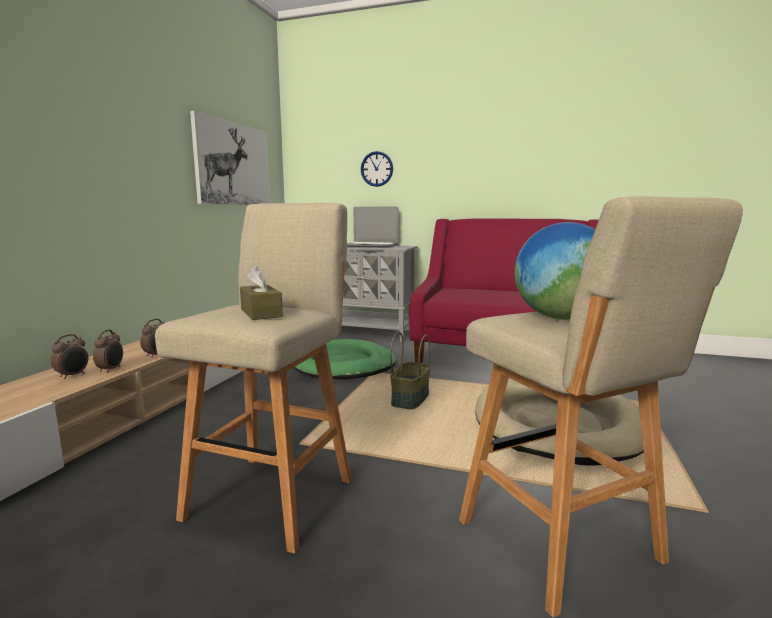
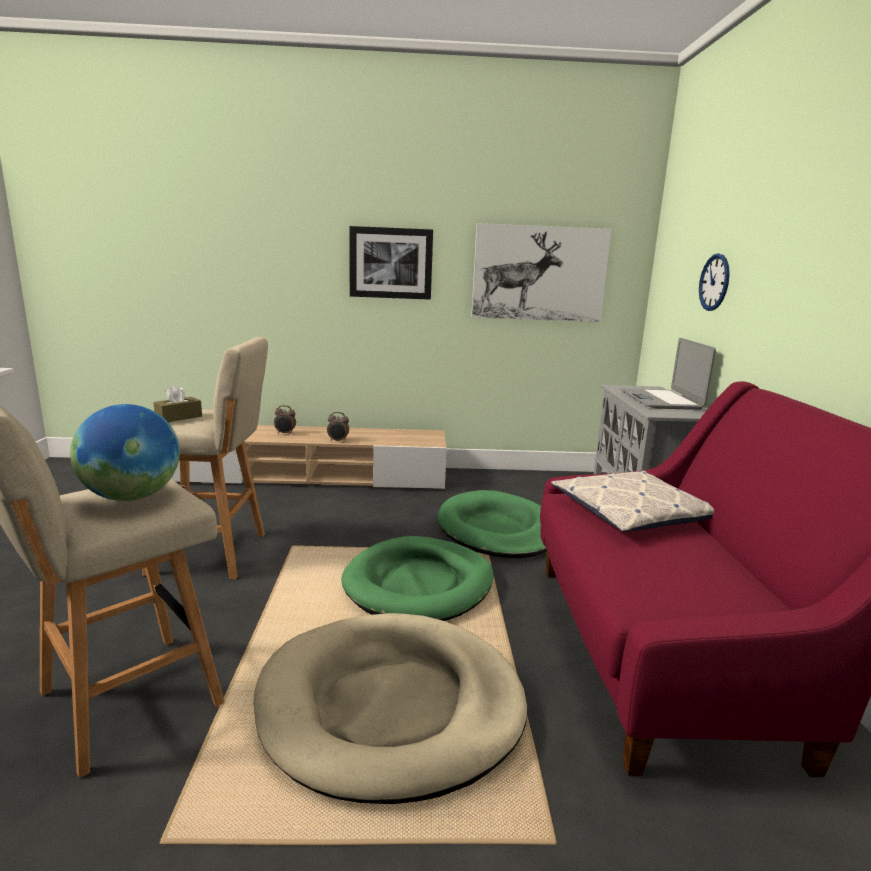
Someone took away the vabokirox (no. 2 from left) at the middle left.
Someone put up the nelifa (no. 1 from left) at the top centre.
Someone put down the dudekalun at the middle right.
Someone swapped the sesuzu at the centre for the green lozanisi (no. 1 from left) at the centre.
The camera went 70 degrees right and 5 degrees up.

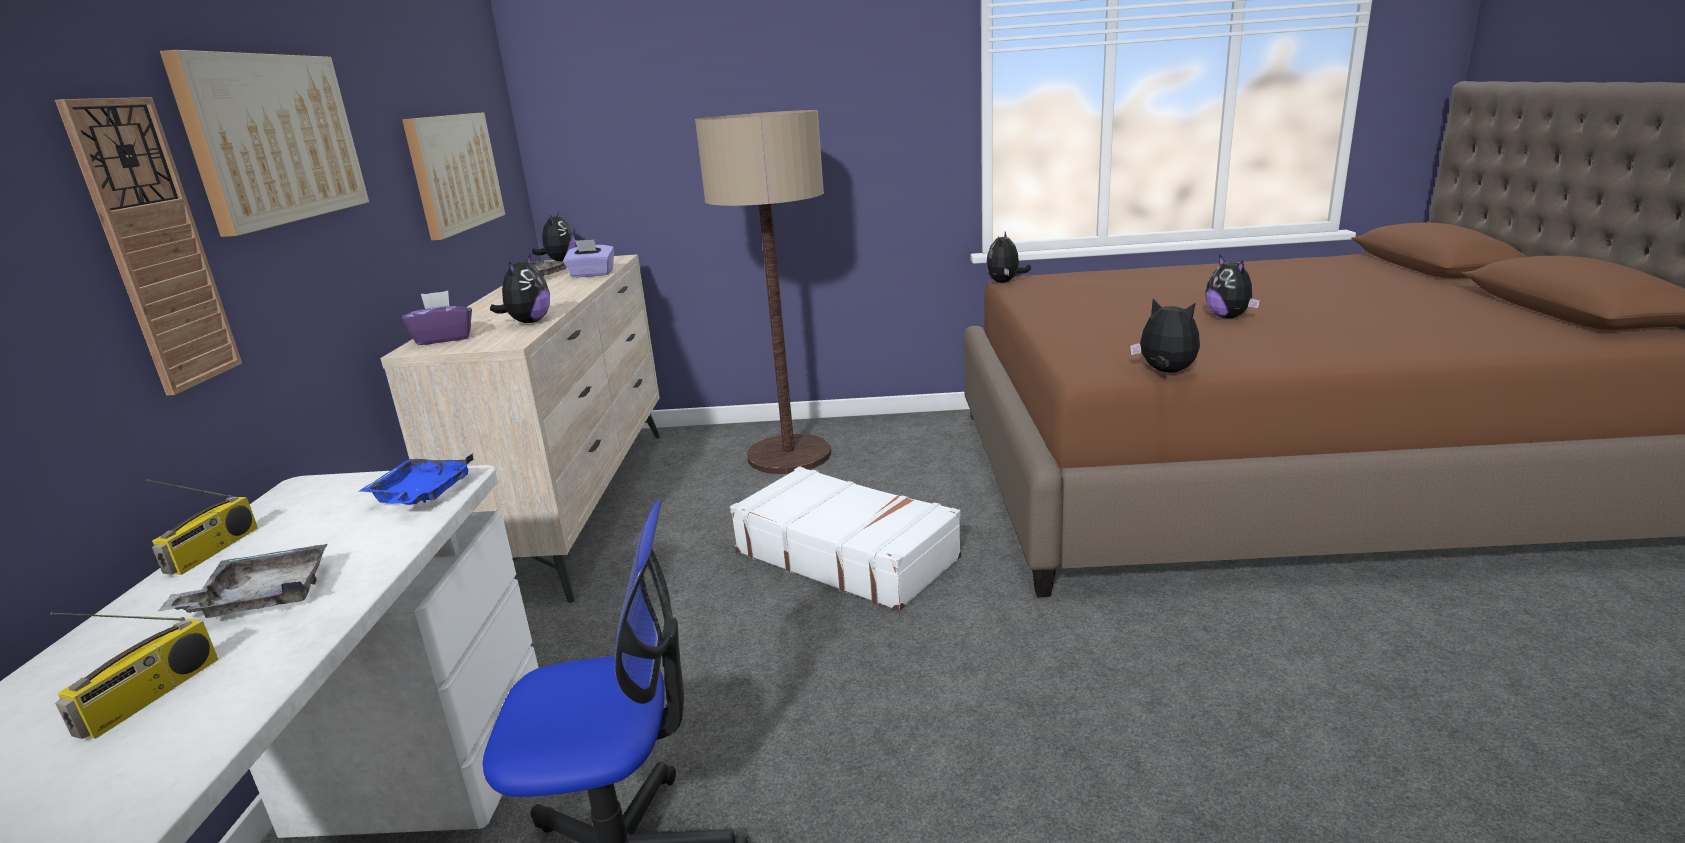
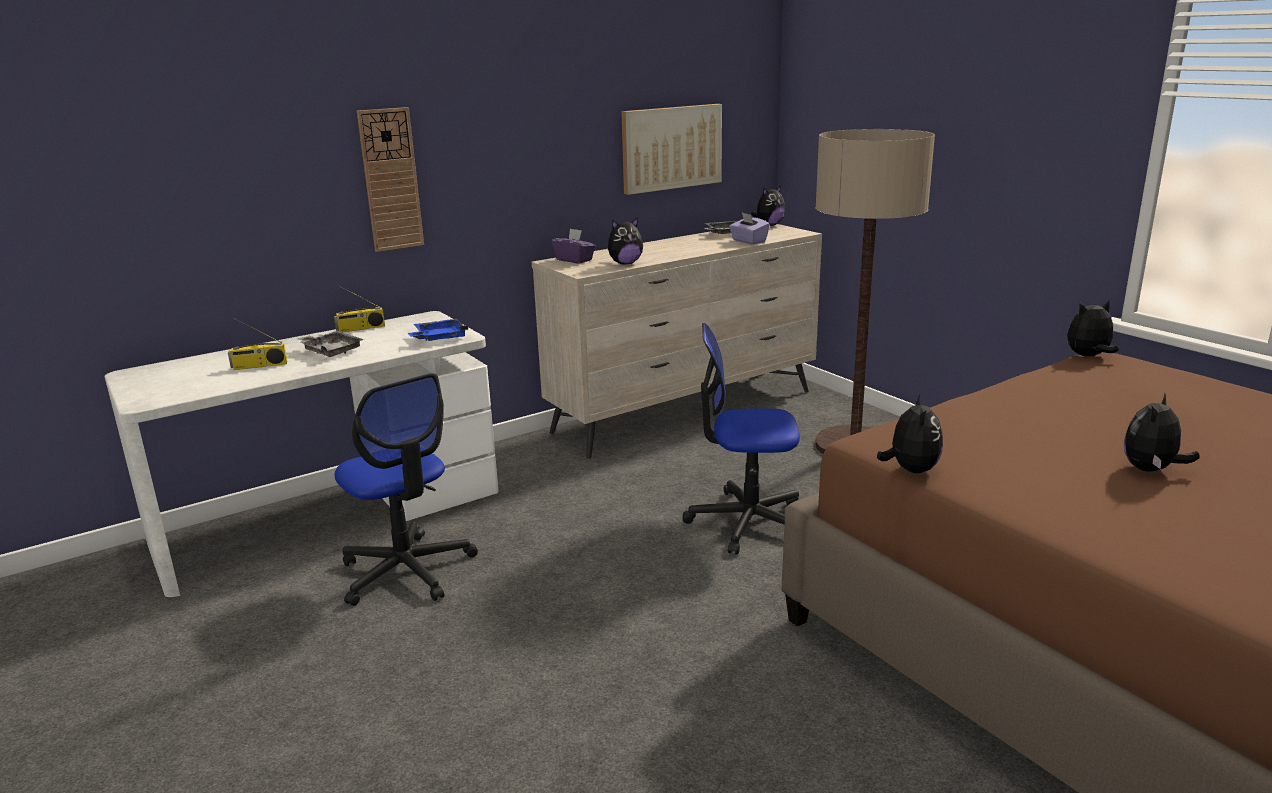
Someone took away the nelifa (no. 1 from left) at the top left.
Someone swapped the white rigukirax at the centre for the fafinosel (no. 2 from left) at the centre.
The camera went 55 degrees right and 0 degrees up.

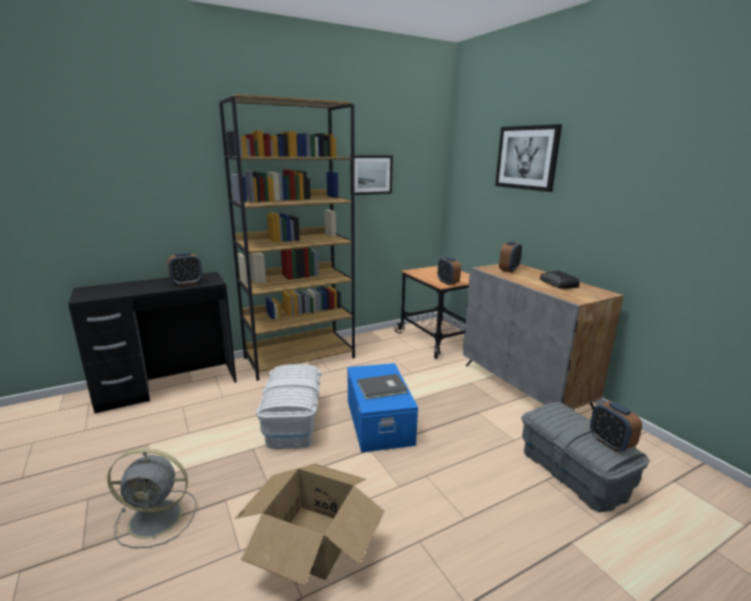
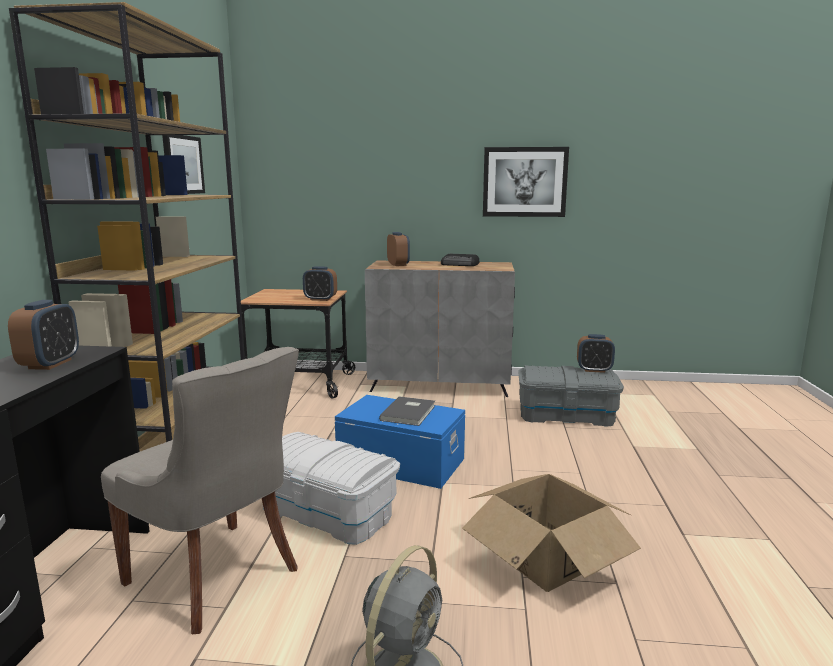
Someone put down the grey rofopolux at the bottom left.
Someone carried the nelifa (no. 2 from left) from the top right to the top centre.
The camera went 55 degrees left and 5 degrees down.

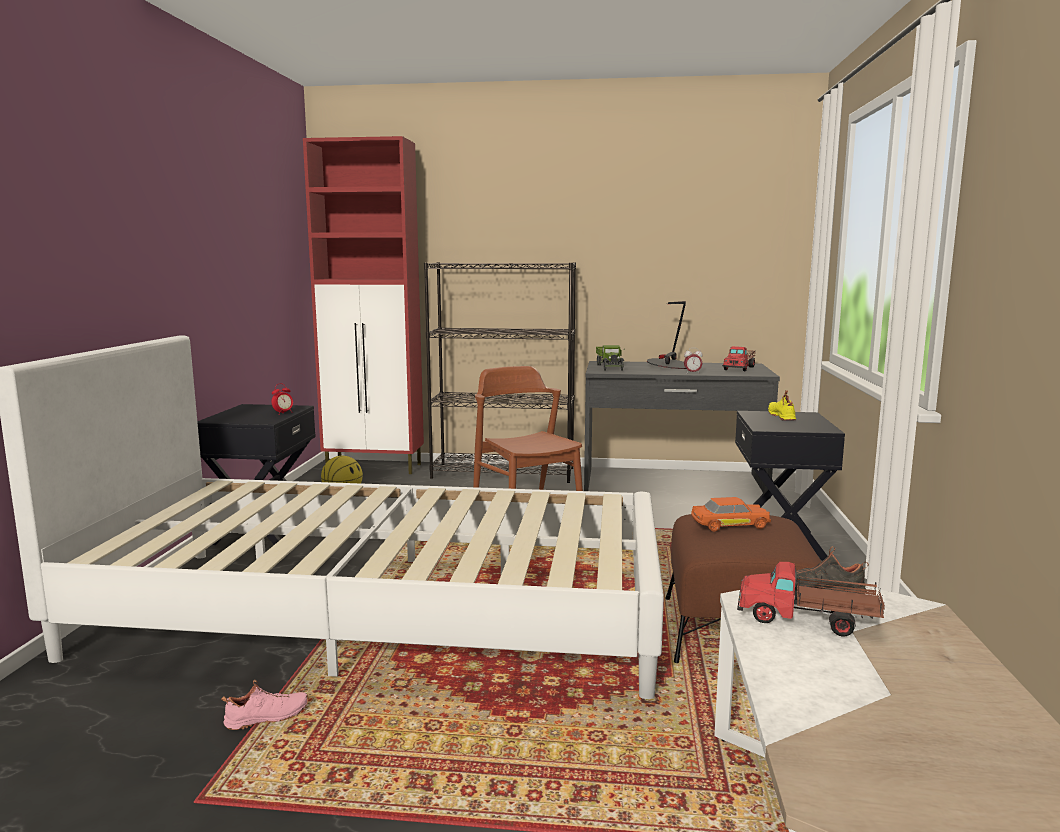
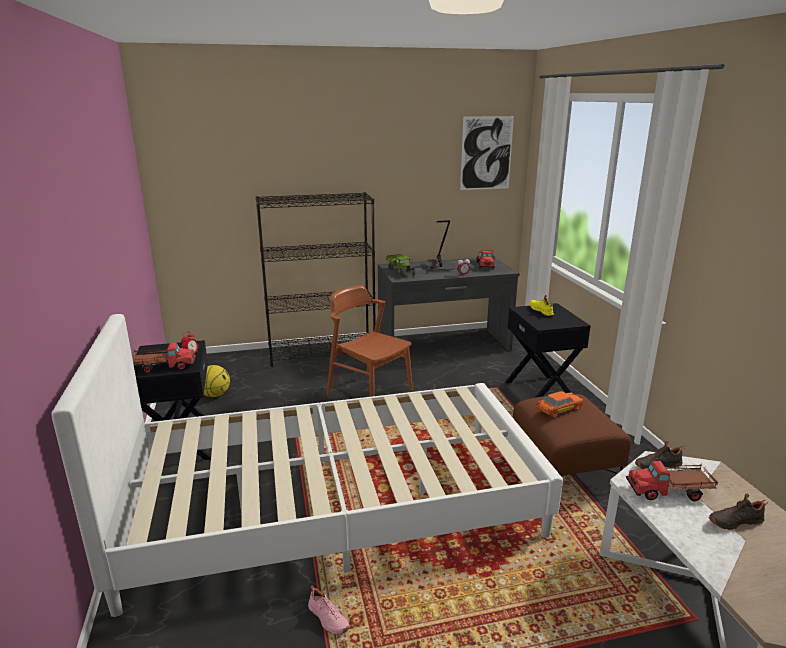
Someone took away the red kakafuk at the centre.
Someone put down the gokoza (no. 1 from left) at the middle left.
Someone put up the nelifa at the top centre.
Someone put down the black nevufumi (no. 2 from left) at the bottom right.
Someone rotated the pink nevufumi at the bottom left by 90 degrees clockwise.
The camera went 20 degrees left and 10 degrees up.

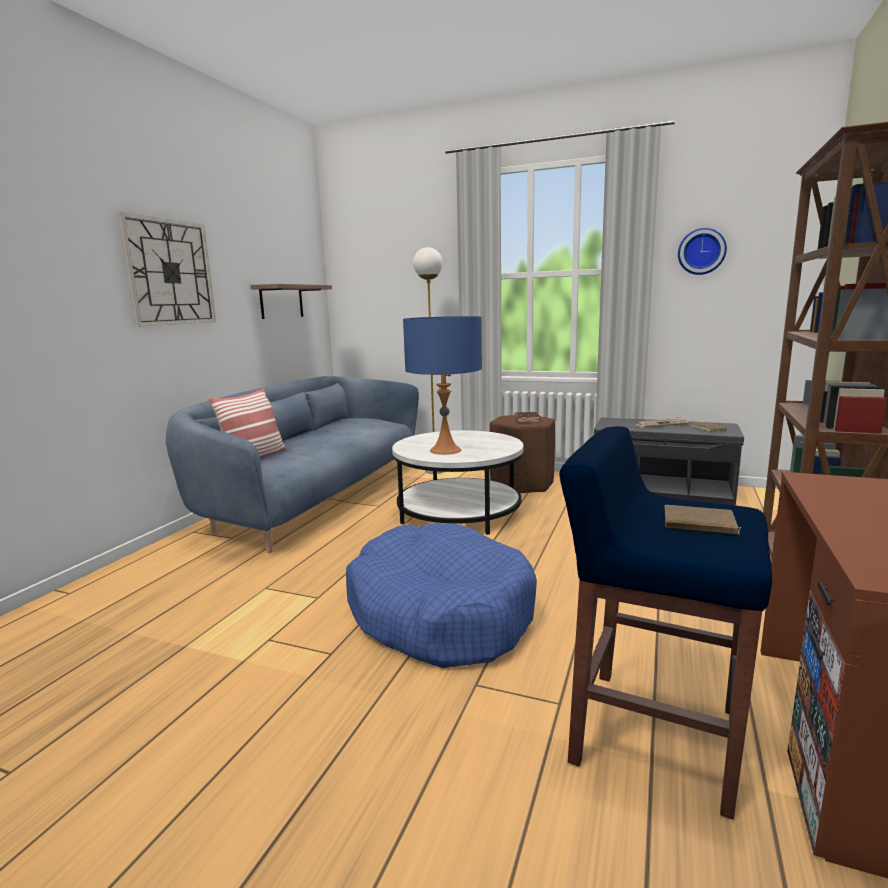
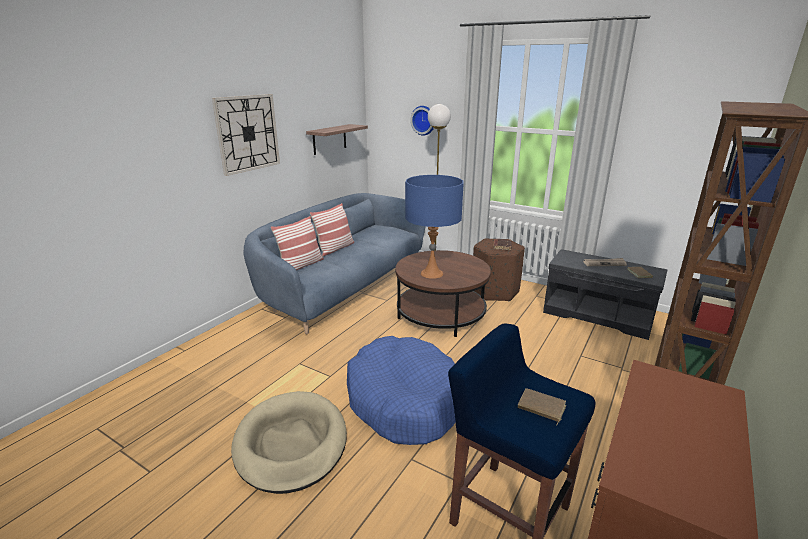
Someone put down the beige lozanisi at the bottom centre.
Someone put down the dudekalun (no. 2 from left) at the centre.
Someone carried the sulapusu (no. 2 from left) from the top right to the top centre.
Someone repainted the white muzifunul at the centre, which became the brown muzifunul at the centre.
The camera went 10 degrees right and 10 degrees up.

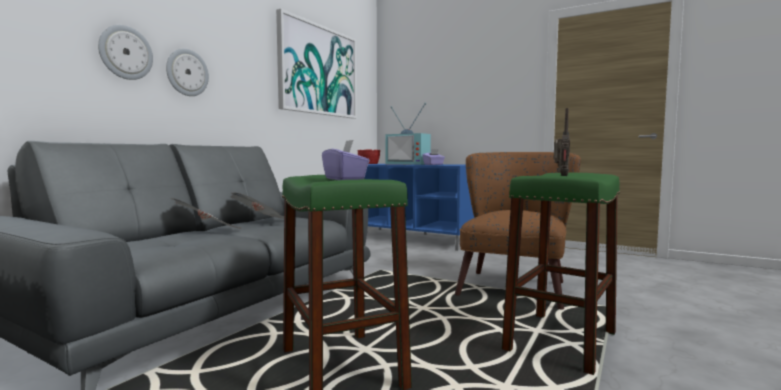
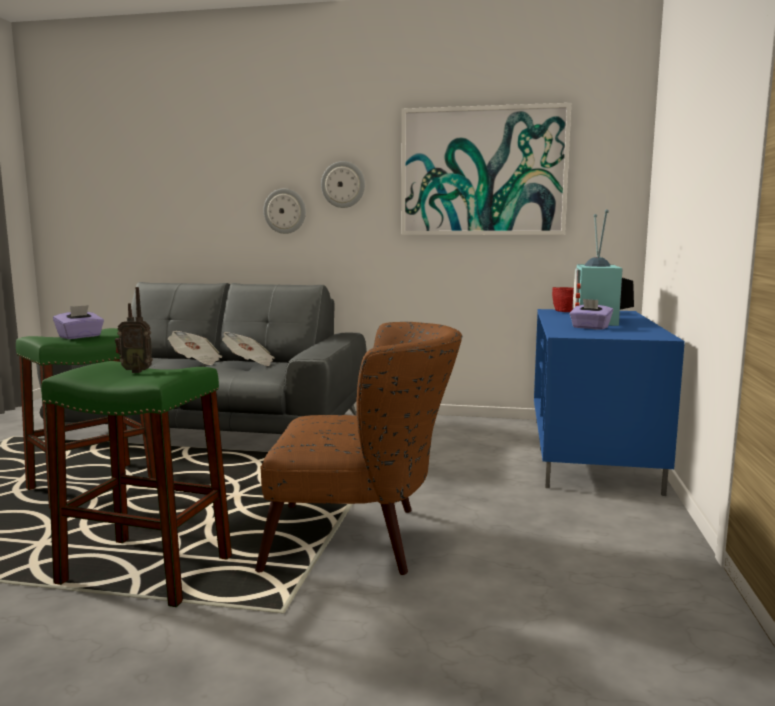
Someone carried the sulapusu (no. 1 from left in the first image) from the top left to the top centre.
The camera went 70 degrees right and 5 degrees up.

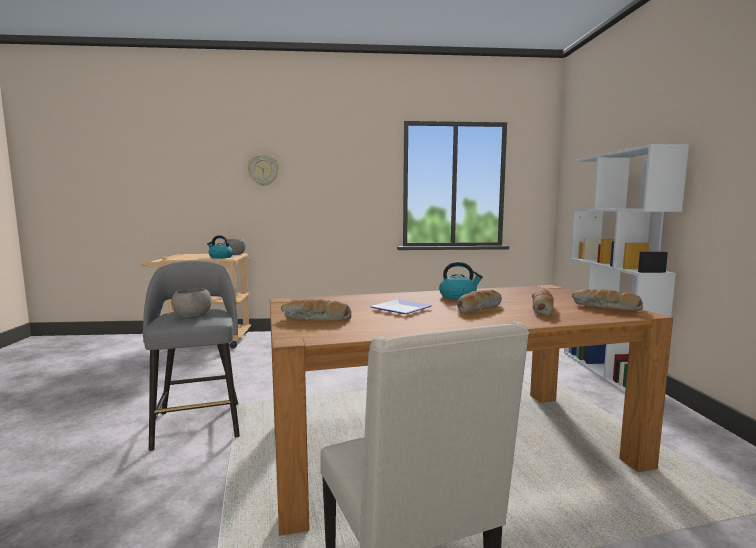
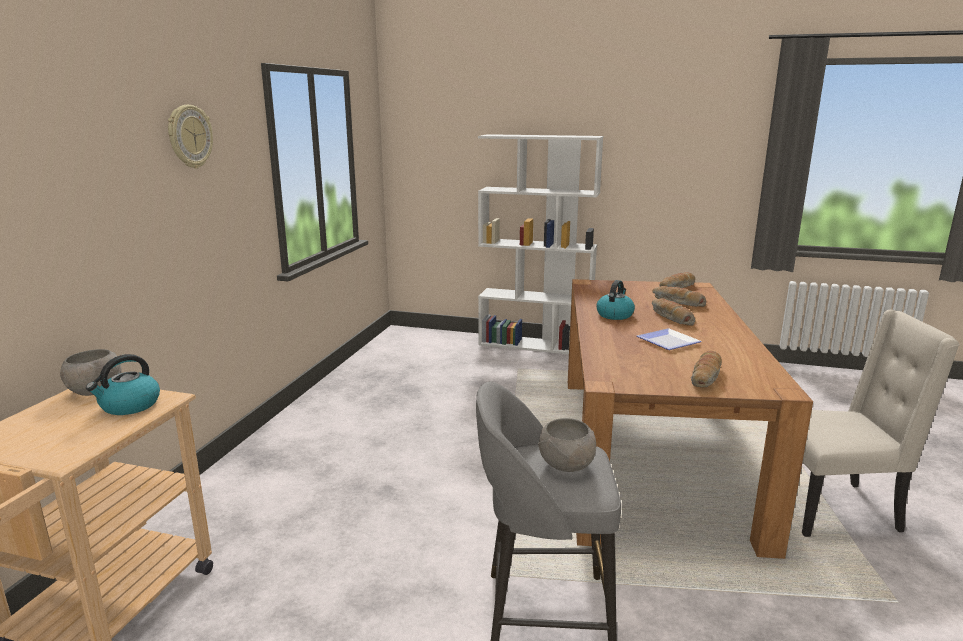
Someone carried the sulapusu from the top centre to the top left.
The camera went 70 degrees left and 10 degrees up.

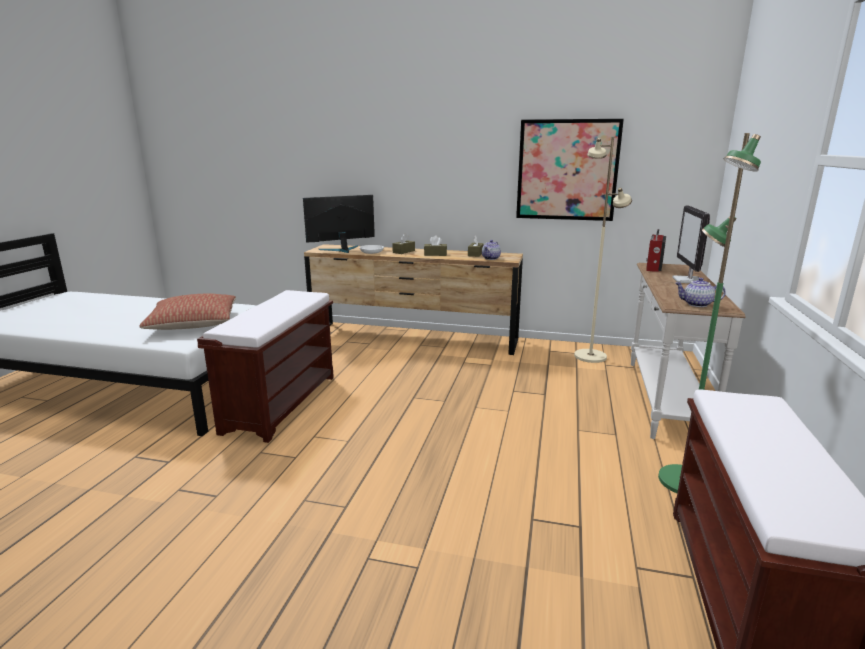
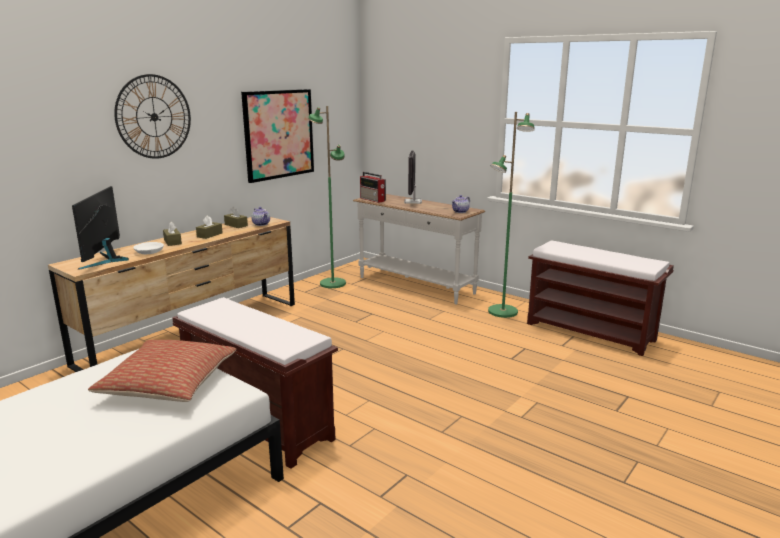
Someone put up the sulapusu at the top left.
Someone repainted the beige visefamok at the middle right, which became the green visefamok (no. 1 from left) at the centre.
Someone rotated the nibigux (no. 2 from left) at the middle right by 60 degrees clockwise.
The camera went 65 degrees left and 0 degrees up.

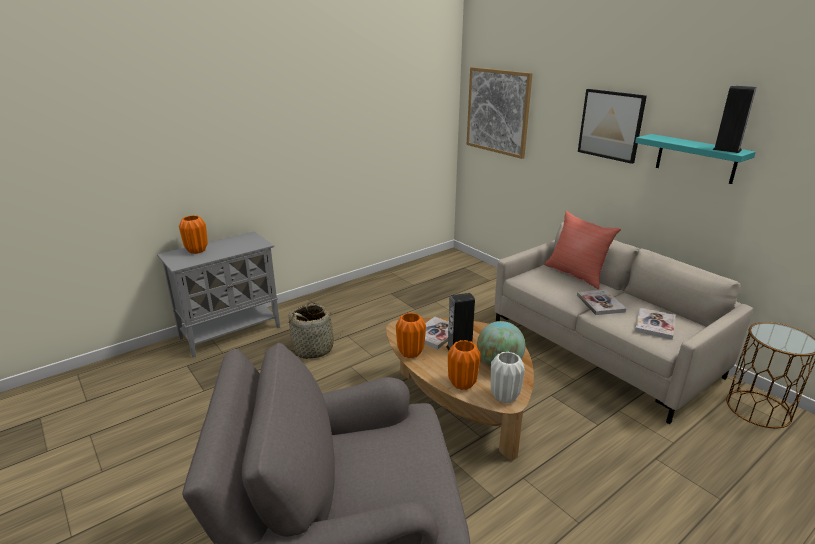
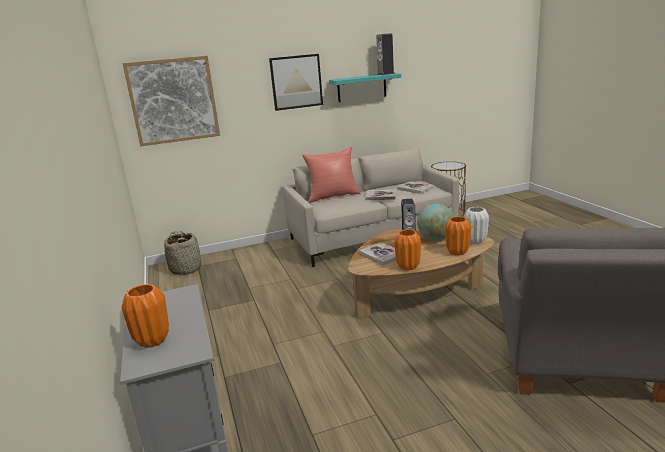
Someone carried the sesuzu from the centre to the middle left.
The camera went 70 degrees left and 5 degrees down.

